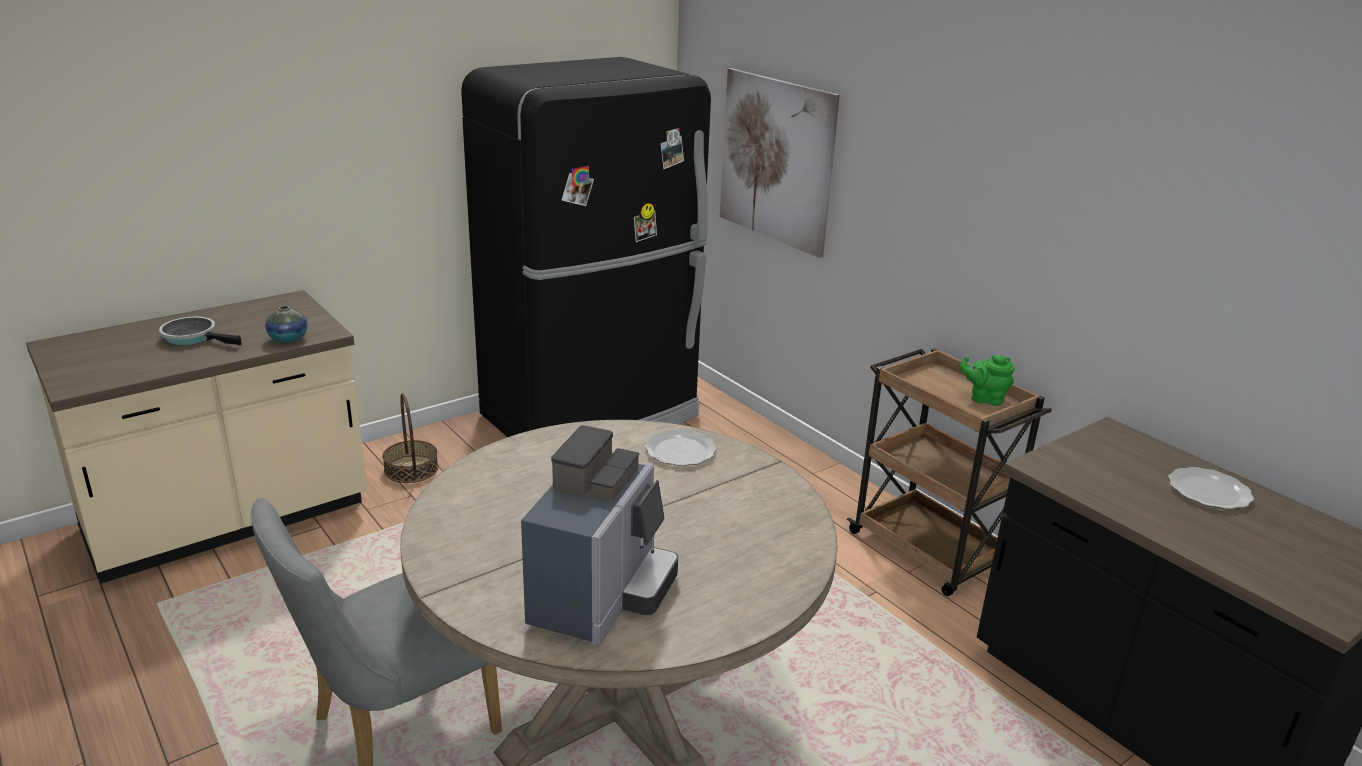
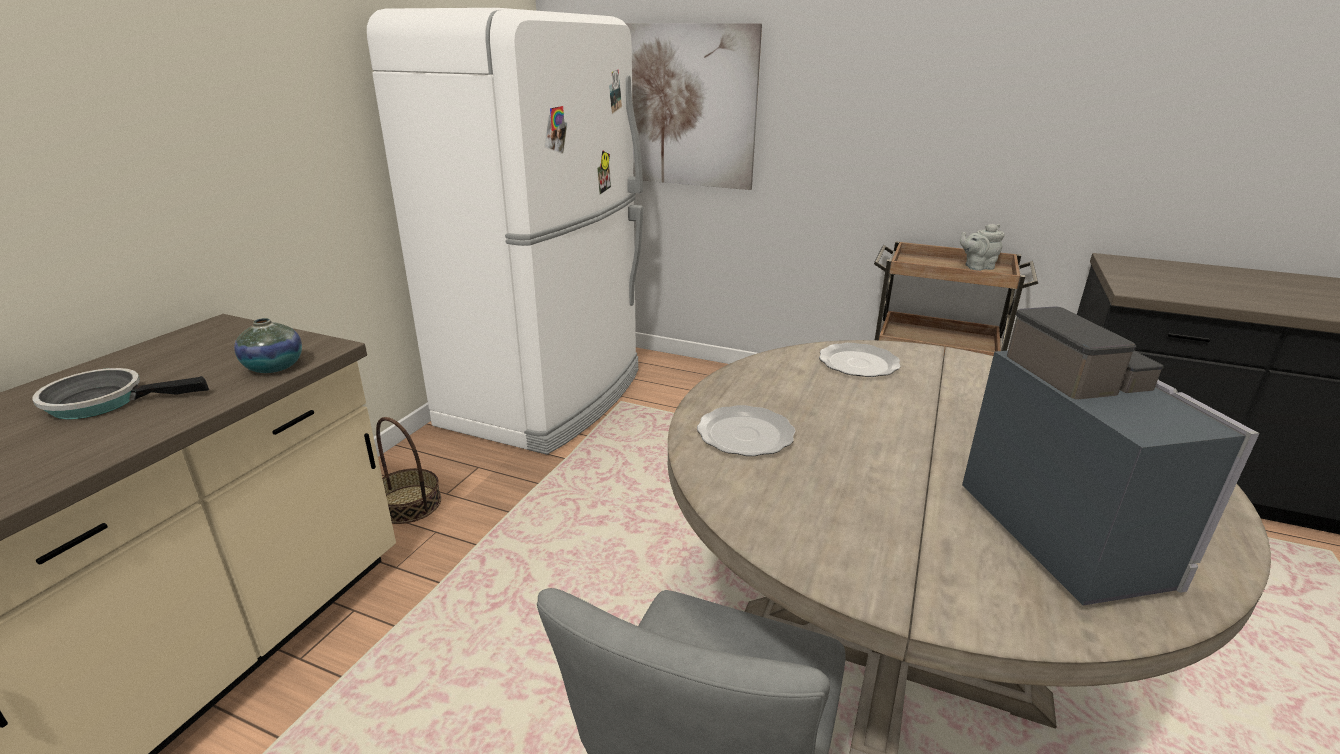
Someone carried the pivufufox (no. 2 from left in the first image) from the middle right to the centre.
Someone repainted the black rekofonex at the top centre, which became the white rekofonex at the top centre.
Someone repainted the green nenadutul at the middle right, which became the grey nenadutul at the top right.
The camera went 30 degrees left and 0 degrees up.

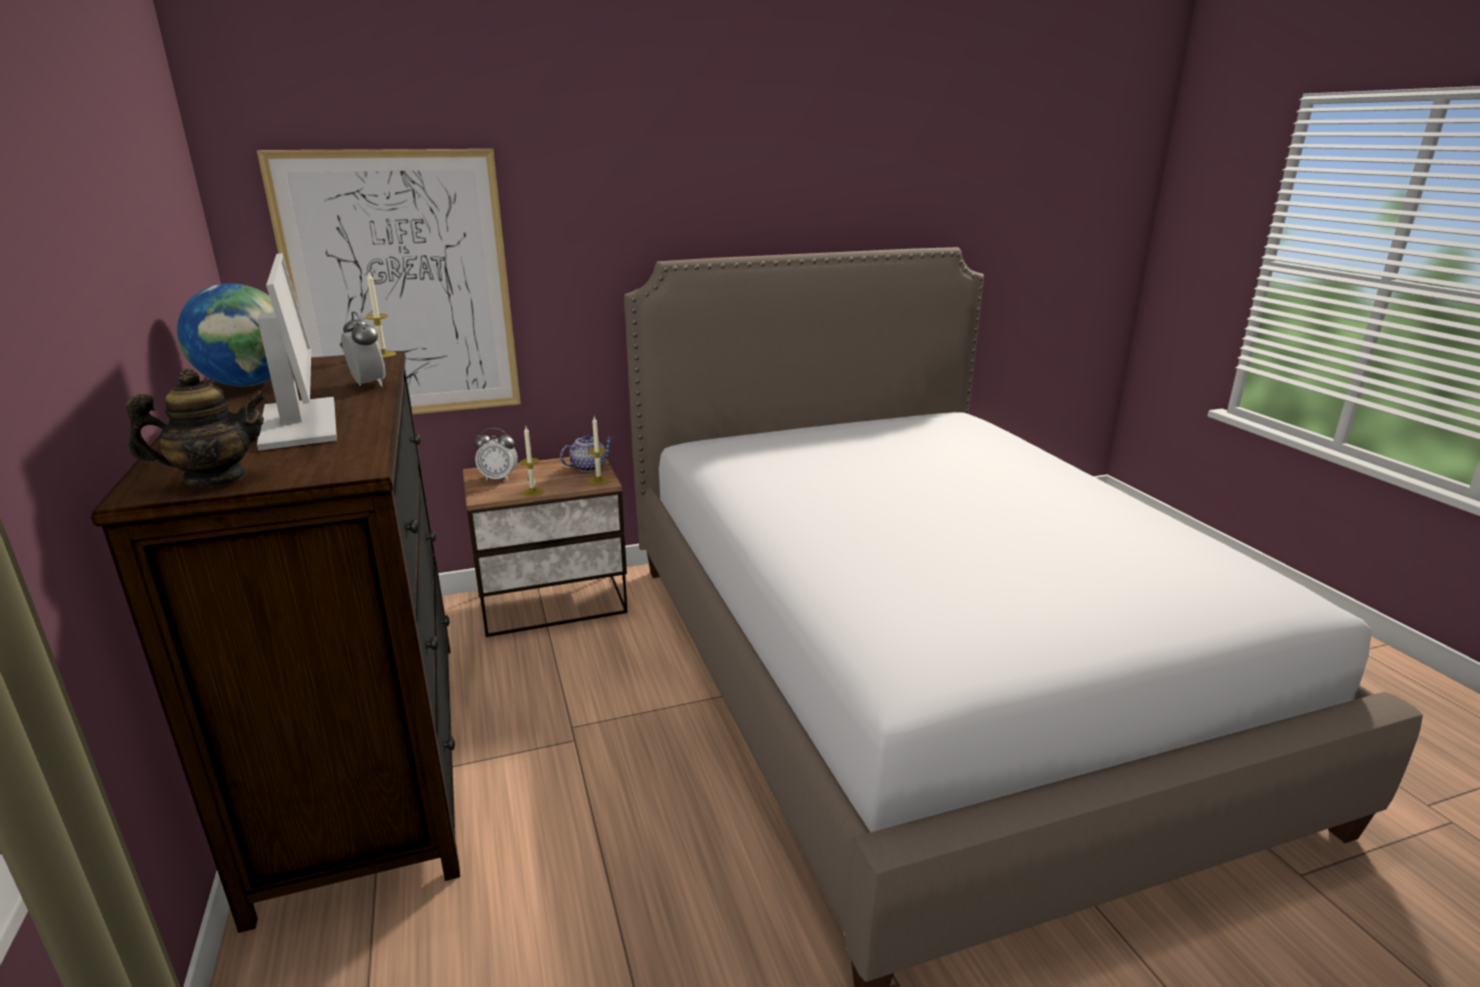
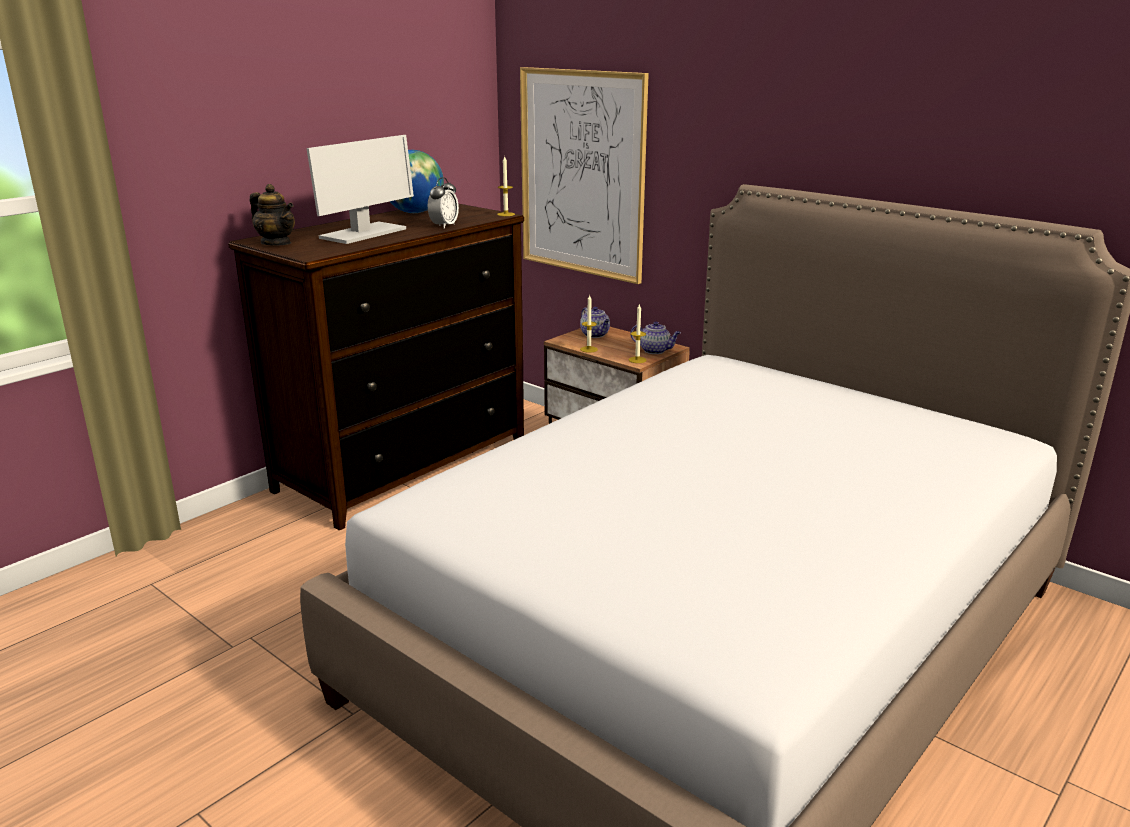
Someone swapped the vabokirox (no. 2 from left) at the centre for the nenadutul (no. 2 from left) at the centre.
The camera went 60 degrees right and 0 degrees up.

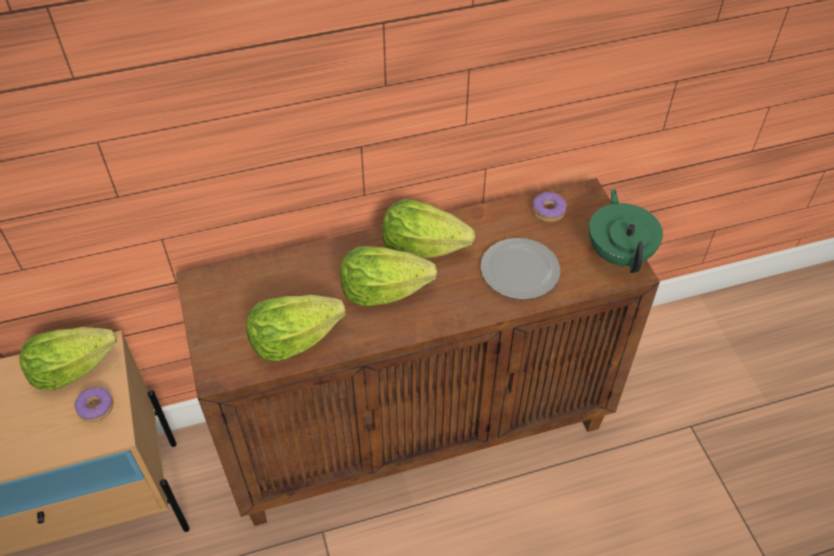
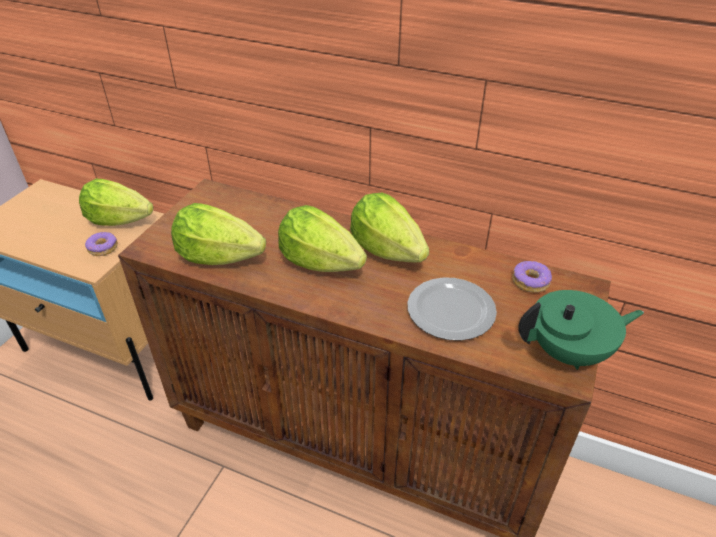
Someone rotated the green nenadutul at the middle right by 45 degrees clockwise.
The camera went 40 degrees right and 10 degrees down.

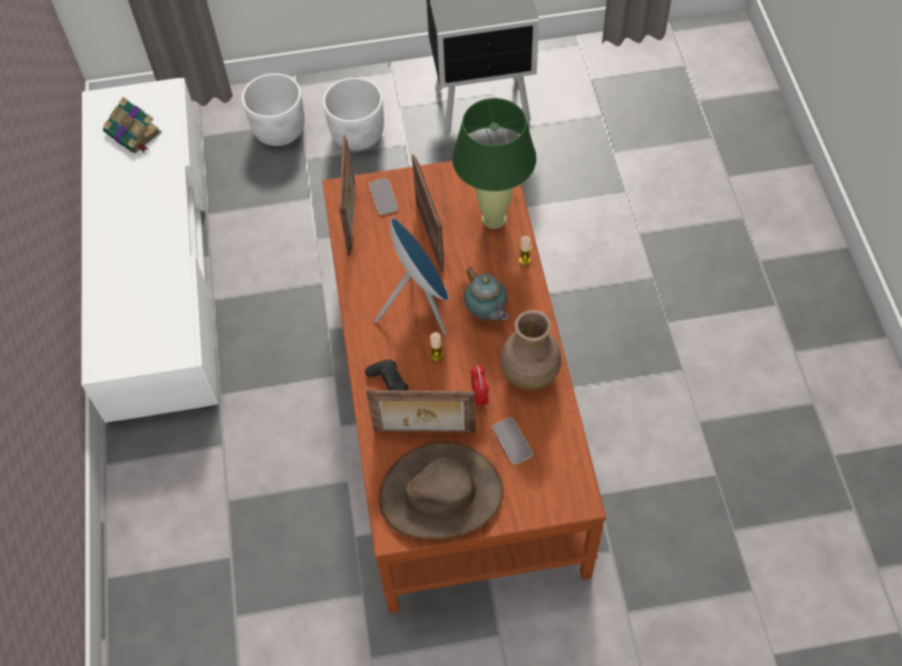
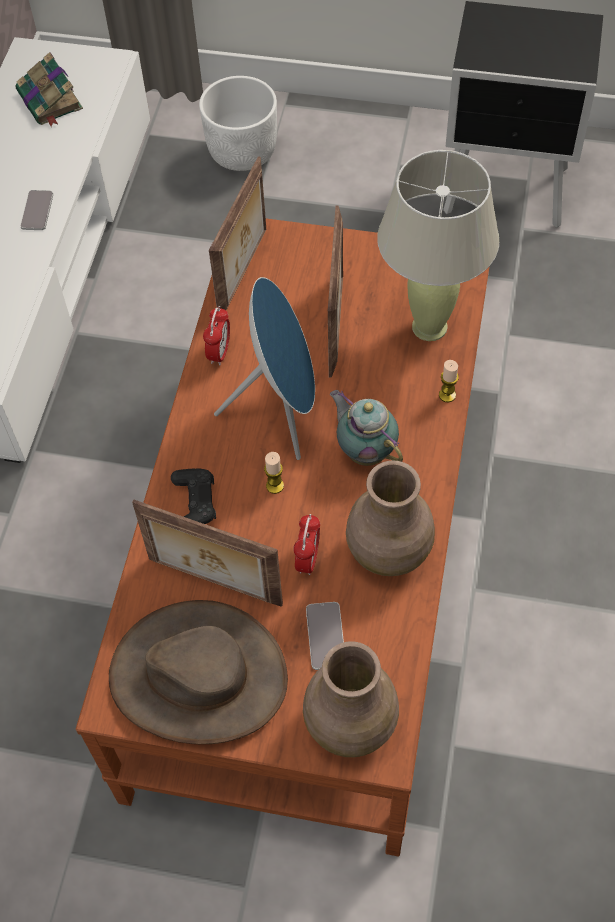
Someone took away the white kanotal (no. 2 from left) at the top centre.
Someone put down the vabokirox (no. 1 from left) at the centre.
Someone put down the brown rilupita (no. 1 from left) at the bottom centre.
Someone carried the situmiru (no. 1 from left) from the top centre to the top left.
Someone repainted the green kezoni at the top centre, which became the beige kezoni at the top right.
Someone rotated the nenadutul at the centre by 150 degrees clockwise.
The camera went 20 degrees right and 0 degrees up.

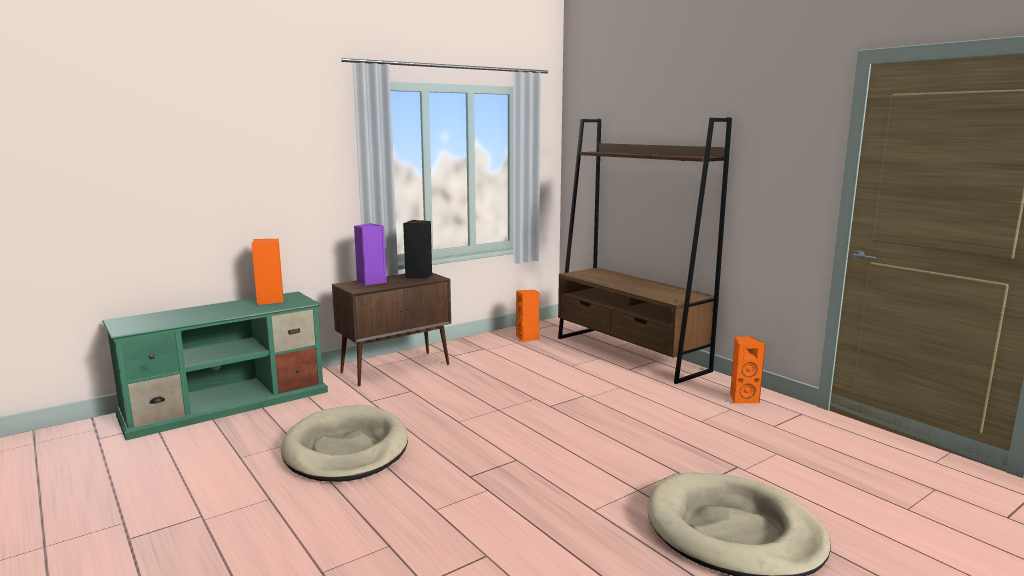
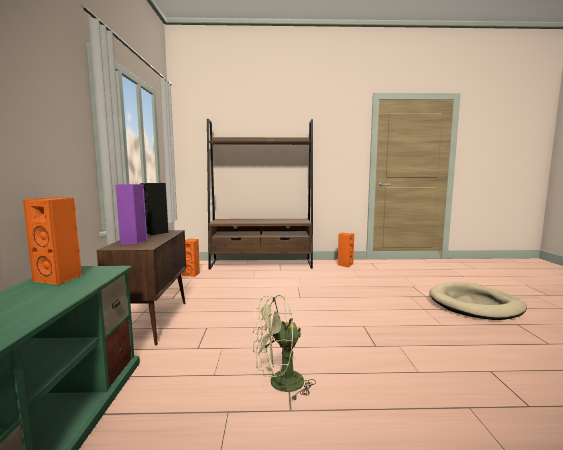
Someone swapped the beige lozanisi (no. 1 from left) at the bottom centre for the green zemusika at the bottom centre.
The camera went 55 degrees left and 5 degrees down.

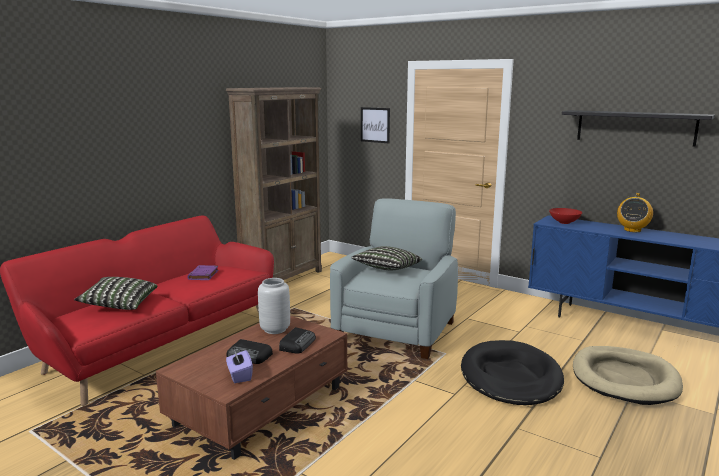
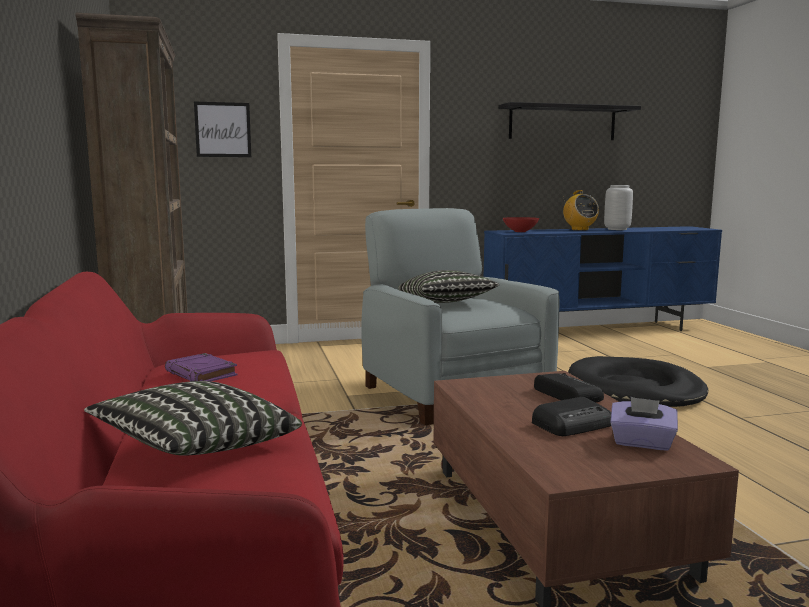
Someone took away the beige lozanisi at the bottom right.
Someone carried the grey rilupita from the centre to the middle right.
The camera went 50 degrees left and 5 degrees down.

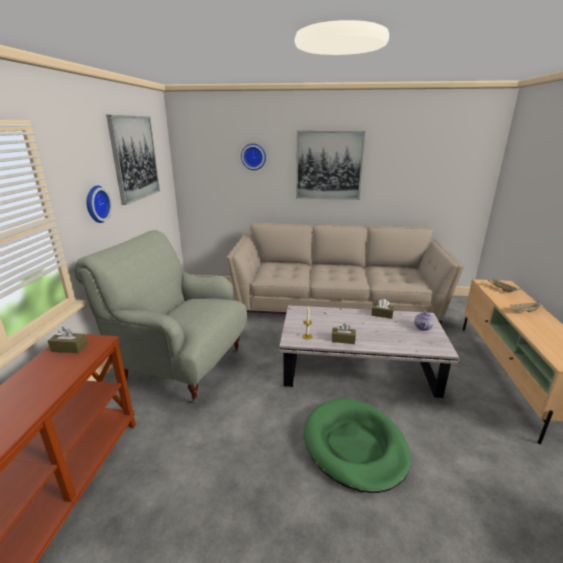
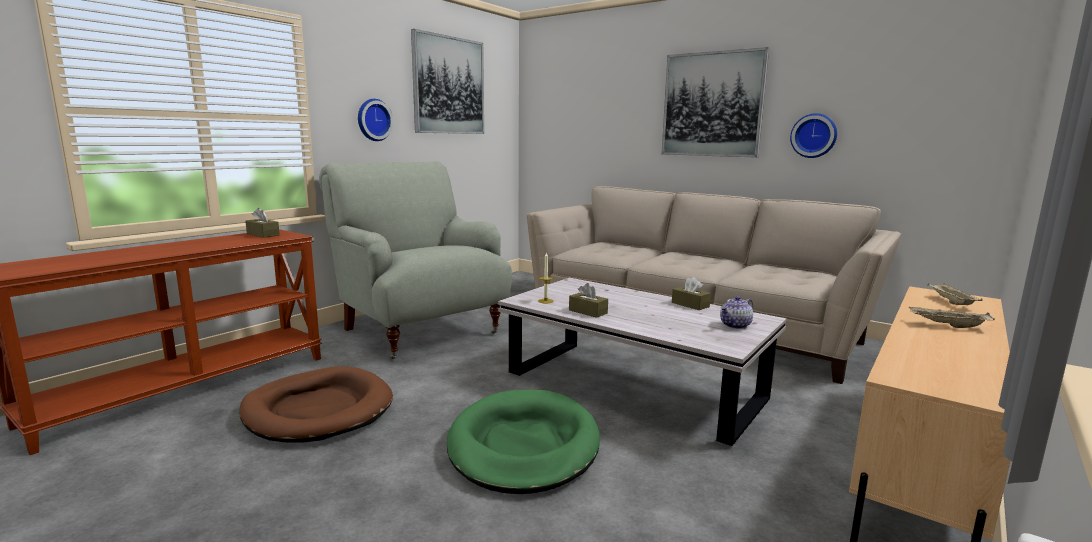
Someone put down the brown lozanisi at the bottom left.
Someone carried the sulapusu (no. 2 from left) from the top centre to the top right.
The camera went 30 degrees right and 10 degrees down.

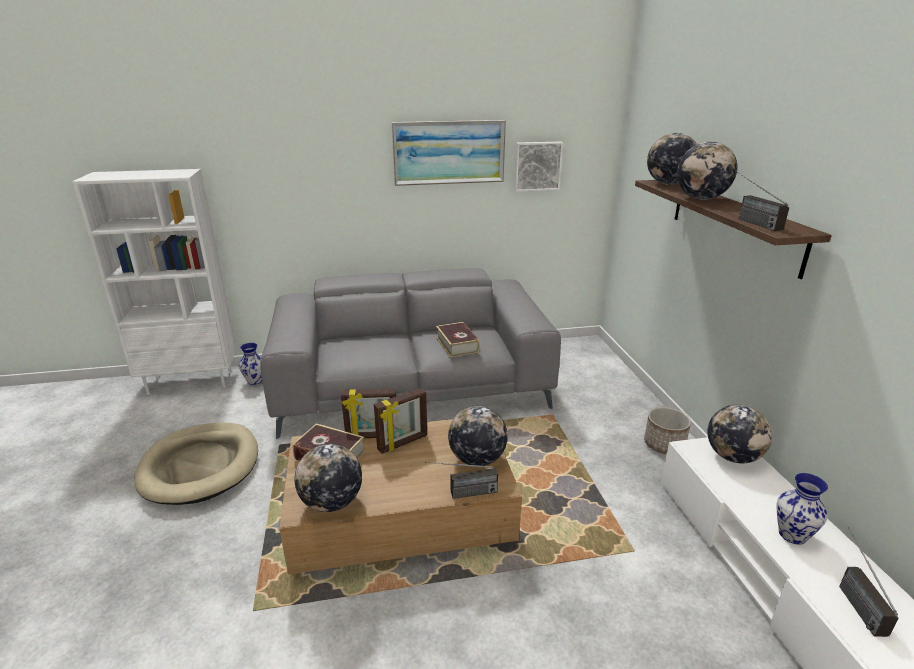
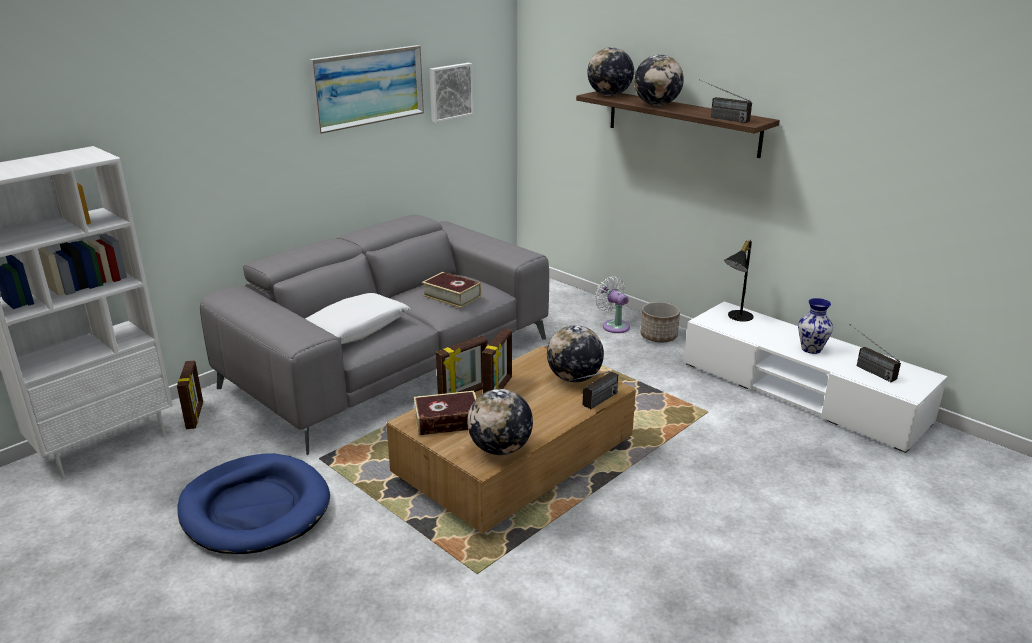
Someone put down the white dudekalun at the centre.
Someone put down the white zemusika at the centre.
Someone swapped the rilupita (no. 1 from left) at the middle left for the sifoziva (no. 1 from left) at the middle left.
Someone swapped the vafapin (no. 5 from left) at the middle right for the black kezoni at the middle right.
Someone repainted the beige lozanisi at the bottom left, which became the blue lozanisi at the bottom left.
The camera went 35 degrees left and 0 degrees up.

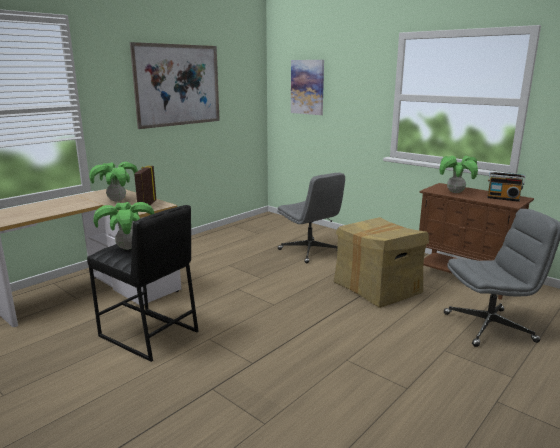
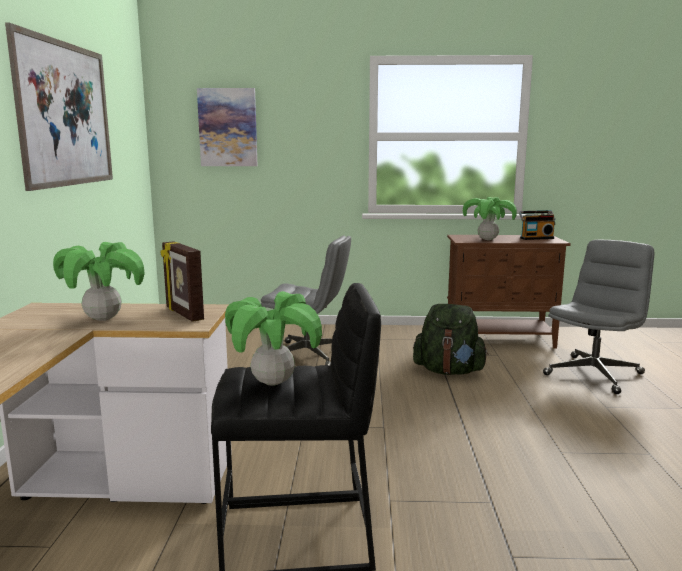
Someone swapped the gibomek at the middle right for the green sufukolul at the centre.
The camera went 40 degrees left and 5 degrees down.

